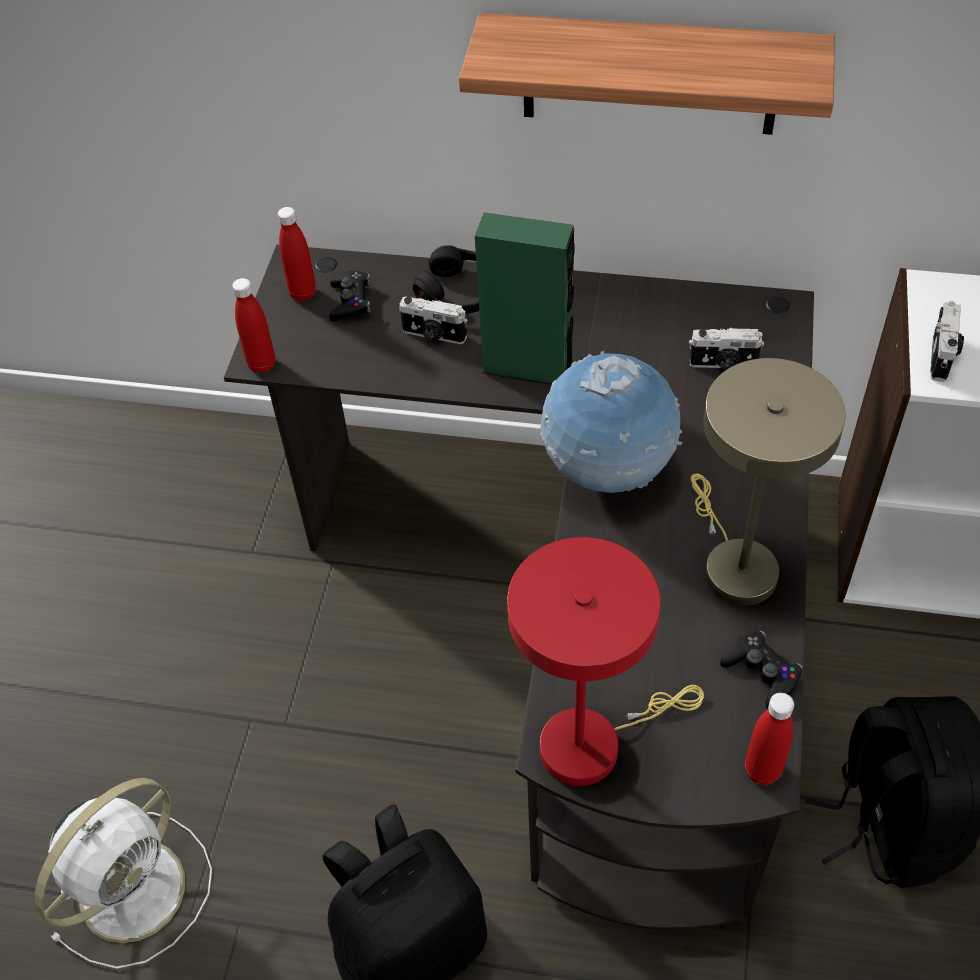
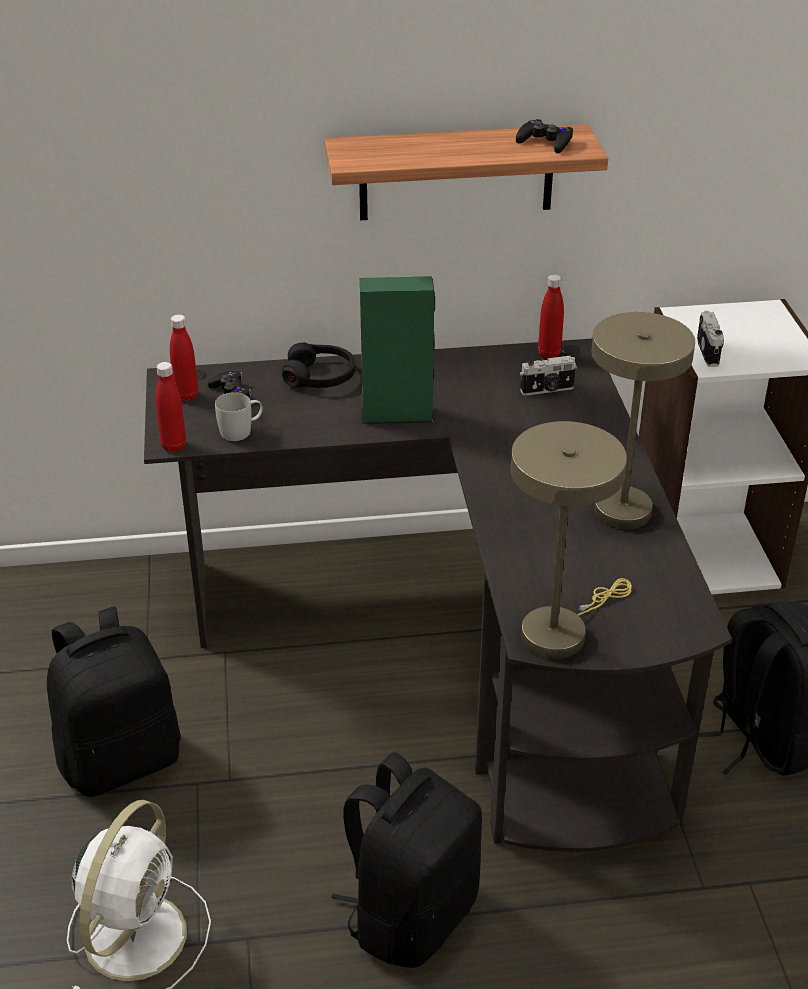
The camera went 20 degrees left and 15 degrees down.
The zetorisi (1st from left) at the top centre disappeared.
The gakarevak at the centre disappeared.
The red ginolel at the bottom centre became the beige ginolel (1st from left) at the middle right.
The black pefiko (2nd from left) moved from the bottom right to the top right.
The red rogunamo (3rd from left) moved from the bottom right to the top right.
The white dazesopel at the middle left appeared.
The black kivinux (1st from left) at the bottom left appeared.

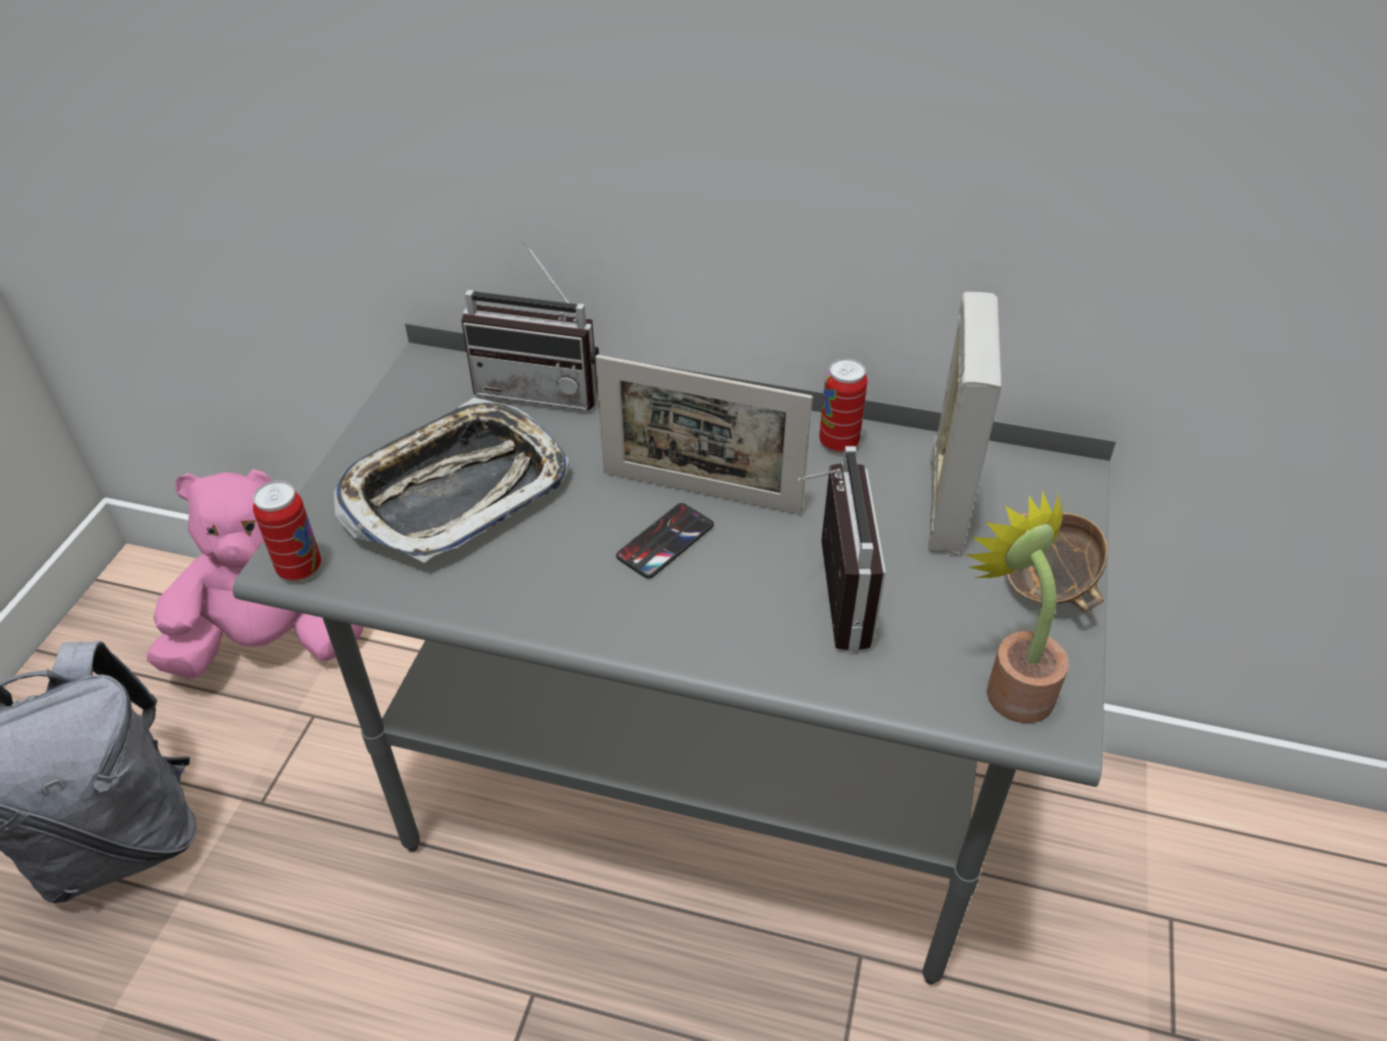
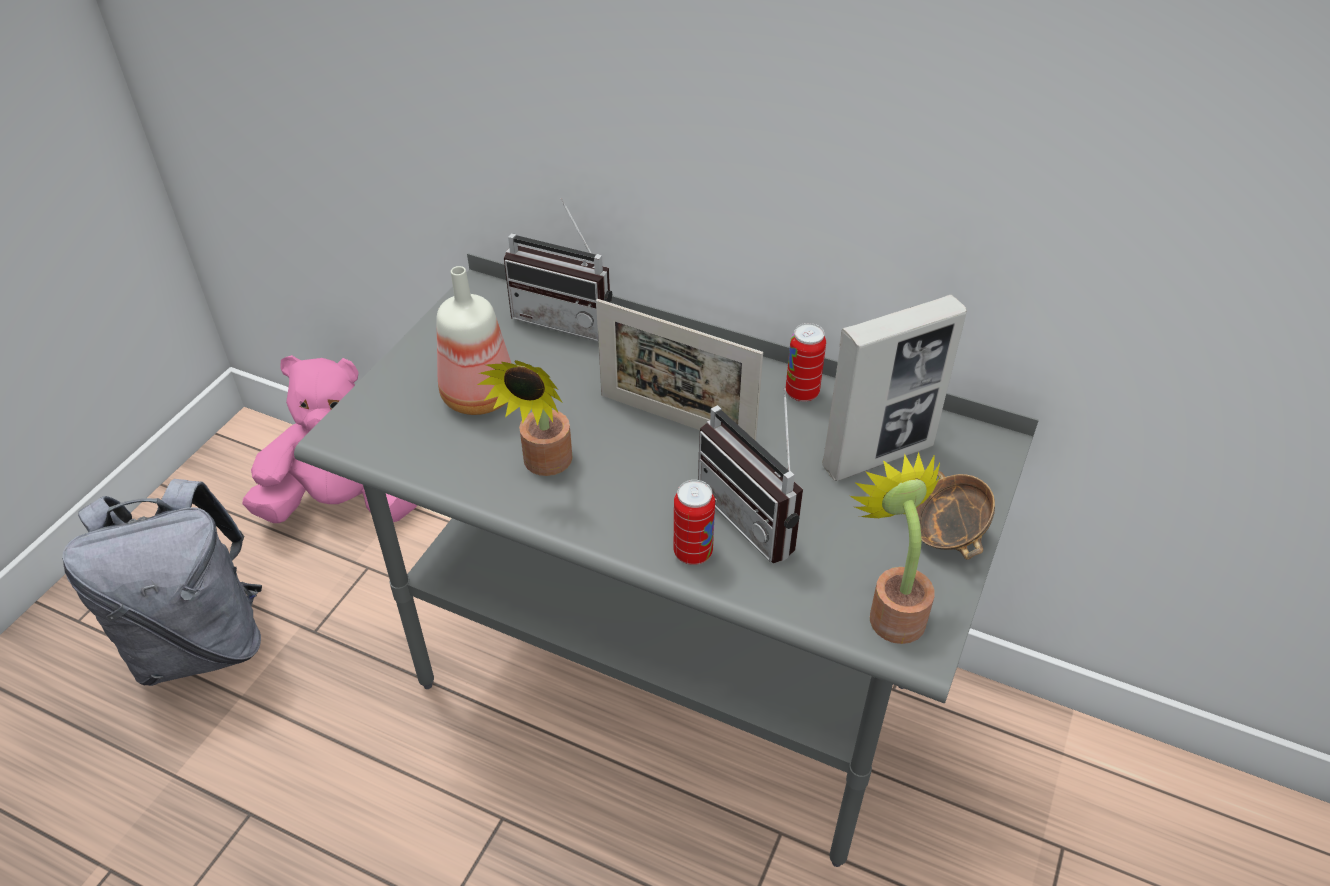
The camera went 10 degrees right and 0 degrees up.
The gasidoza (2nd from left) at the middle right turned 45 degrees clockwise.
The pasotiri at the middle left was replaced by the rogunamo at the centre.
The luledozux (2nd from left) at the centre turned 135 degrees clockwise.
The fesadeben (1st from left) moved from the middle left to the centre.
The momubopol at the centre disappeared.
The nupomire (1st from left) at the centre appeared.

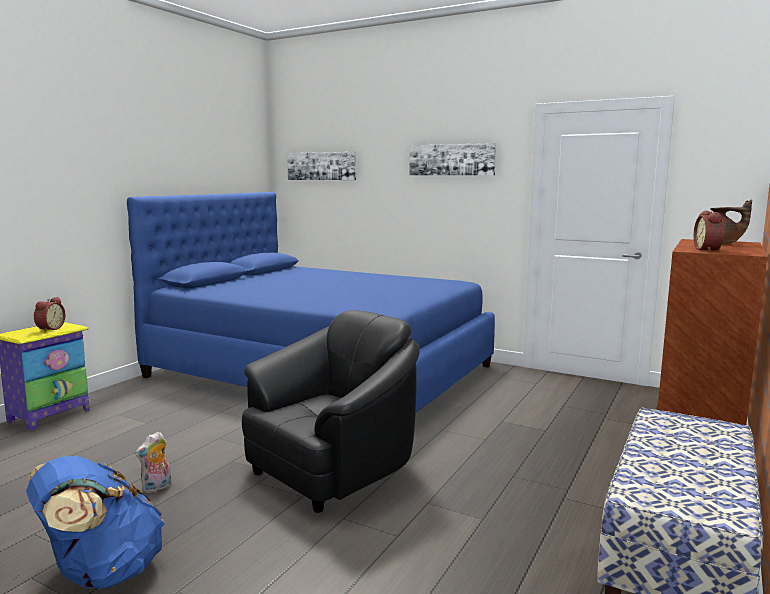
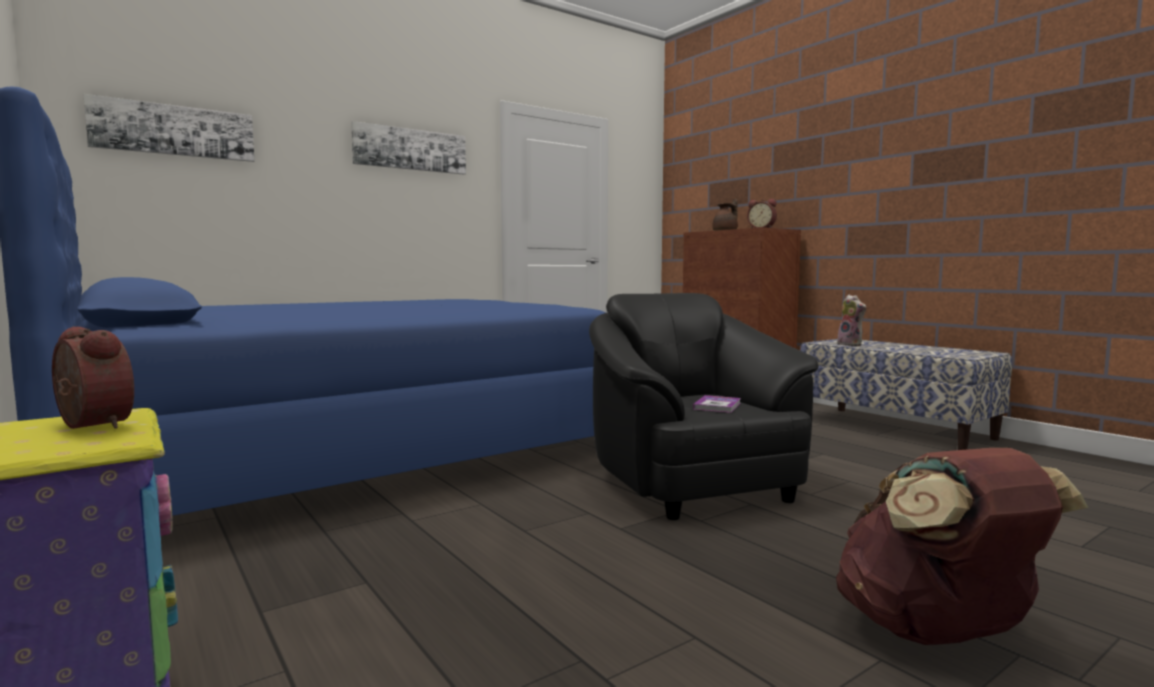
The camera went 65 degrees left and 5 degrees down.
The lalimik moved from the bottom left to the middle right.
The blue kivinux at the bottom left became the brown kivinux at the bottom right.
The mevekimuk at the centre appeared.

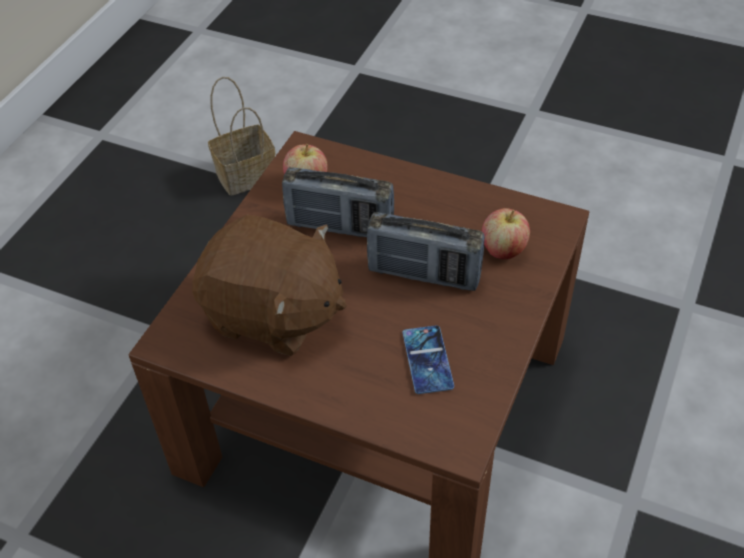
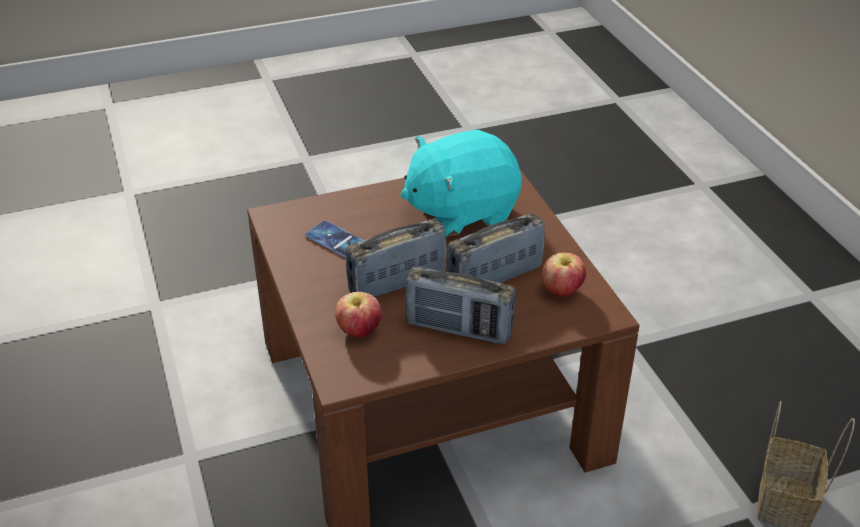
The camera went 135 degrees right and 10 degrees down.
The brown lalimik at the centre became the turquoise lalimik at the centre.
The luledozux (2nd from left) at the centre appeared.

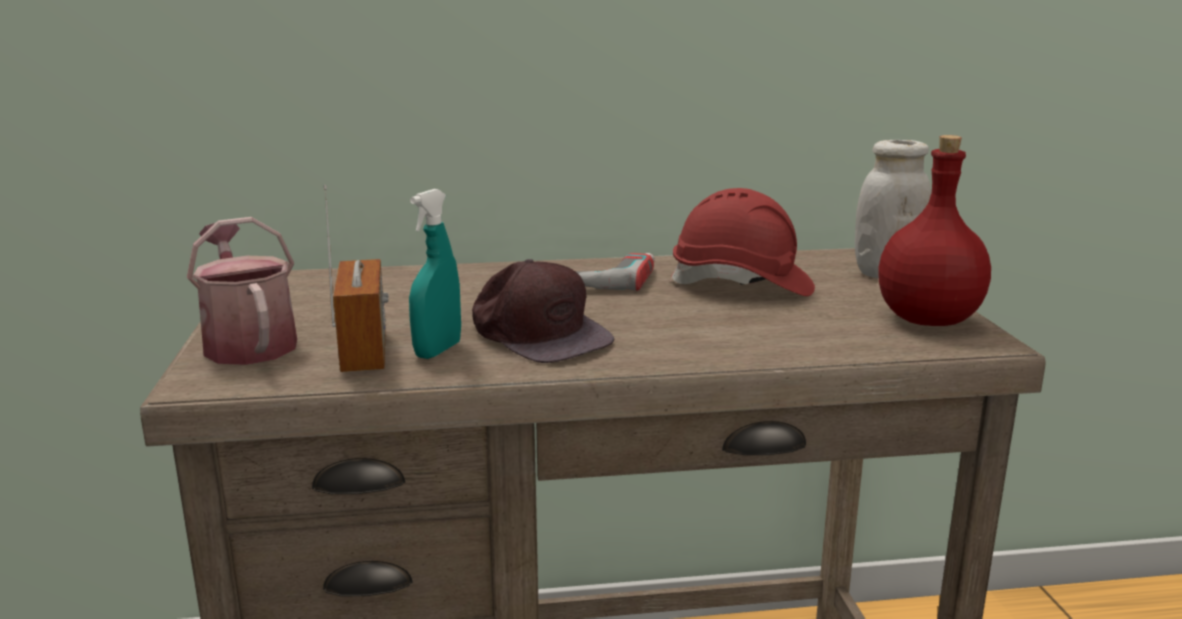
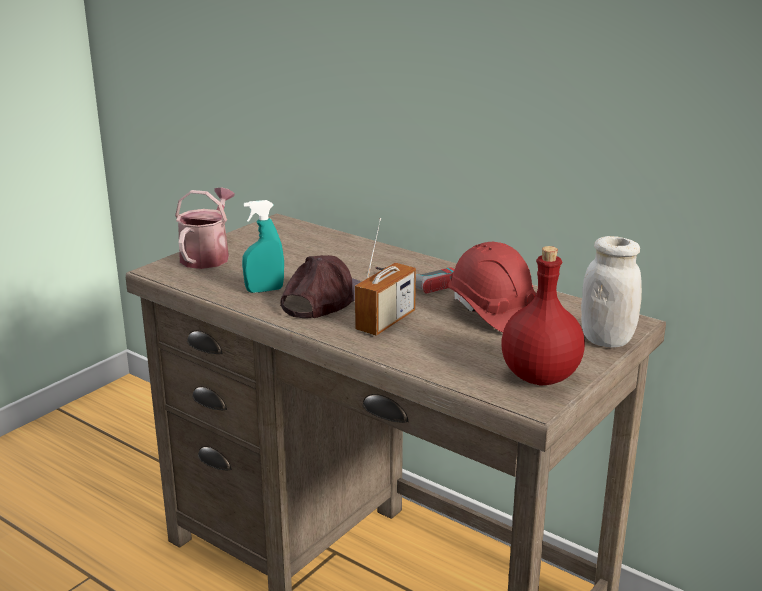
The camera went 45 degrees right and 5 degrees up.
The luledozux moved from the middle left to the centre.
The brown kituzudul at the centre turned 150 degrees counterclockwise.

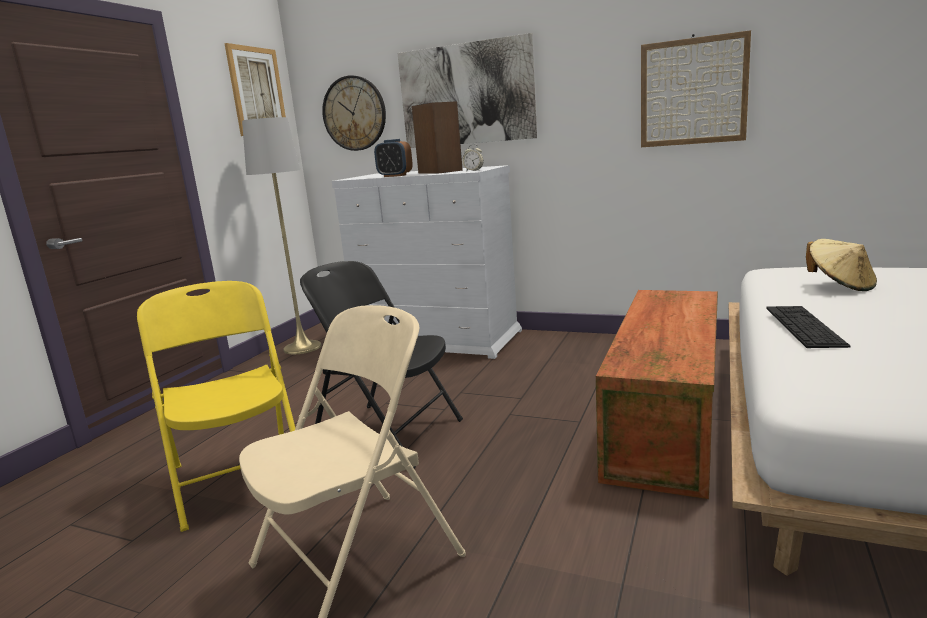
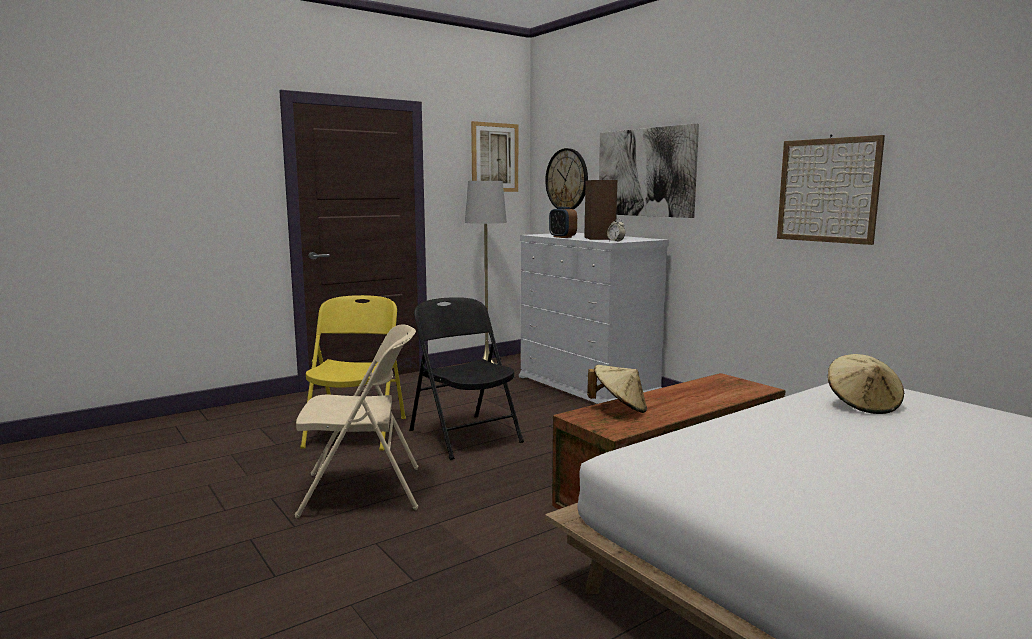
The camera went 30 degrees right and 5 degrees down.
The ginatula at the middle right disappeared.
The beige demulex (1st from left) at the centre appeared.

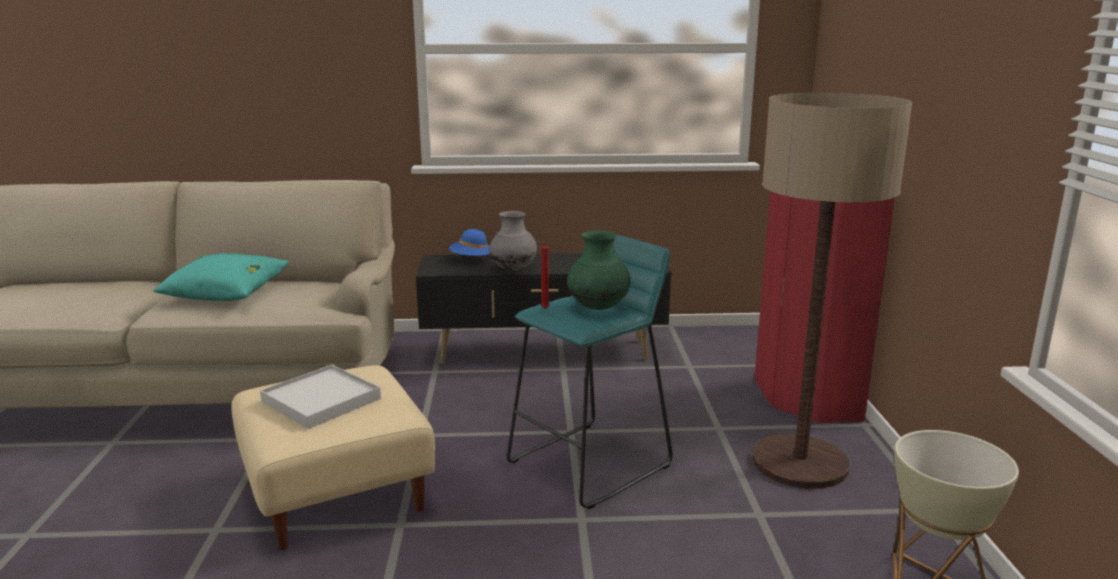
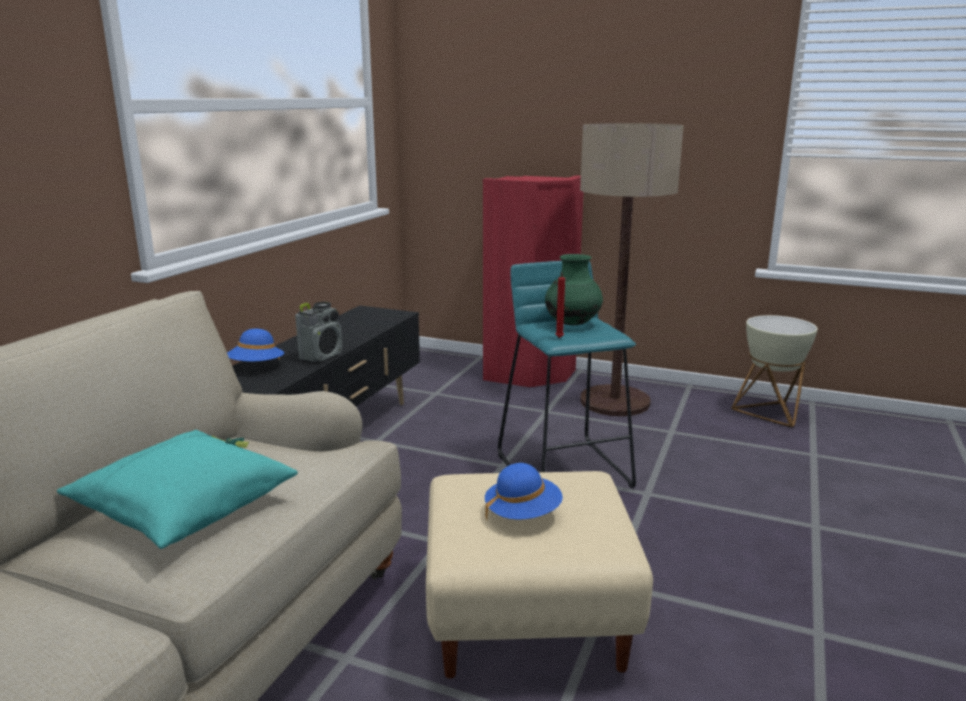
The camera went 65 degrees left and 0 degrees up.
The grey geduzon at the centre was replaced by the luledozux at the middle left.
The white pasotiri at the bottom left was replaced by the blue demulex (2nd from left) at the bottom centre.

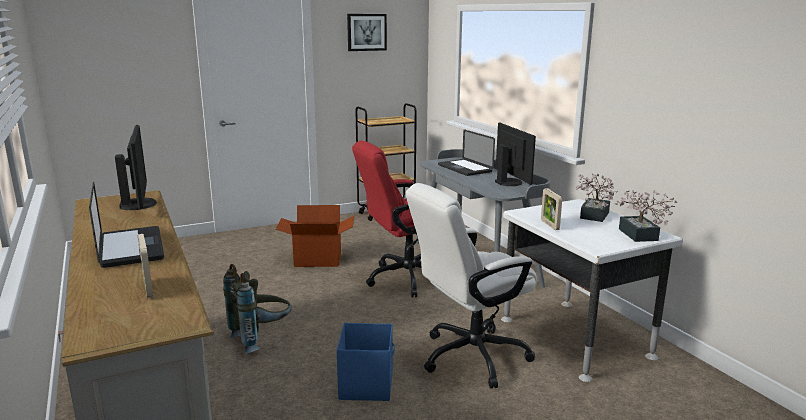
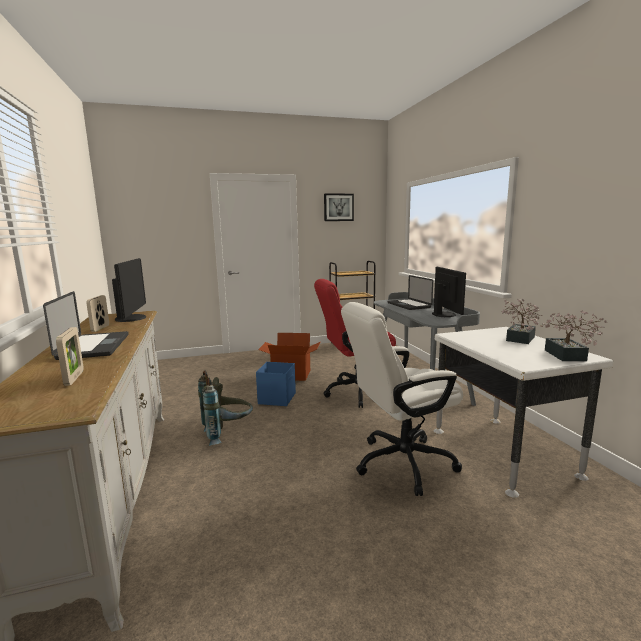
The camera went 10 degrees right and 5 degrees down.
The gasidoza (2nd from left) moved from the middle right to the middle left.
The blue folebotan moved from the bottom centre to the centre.

